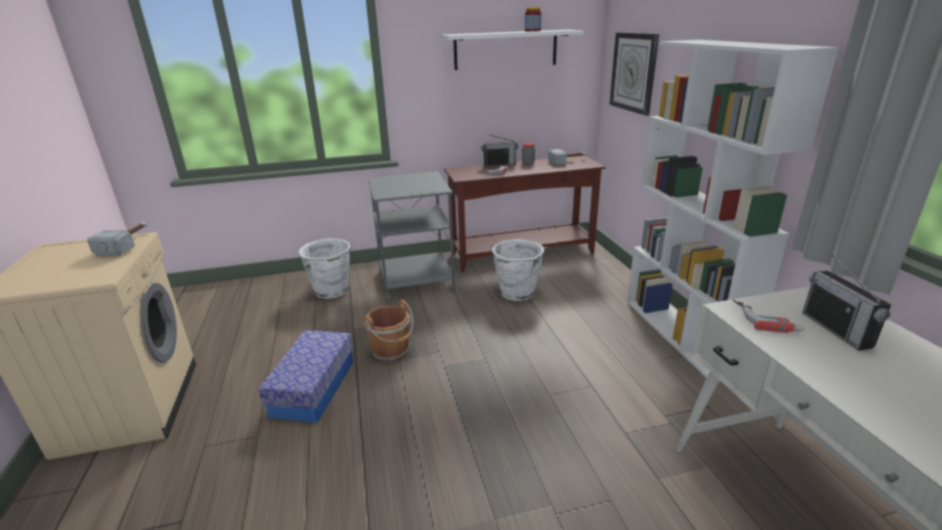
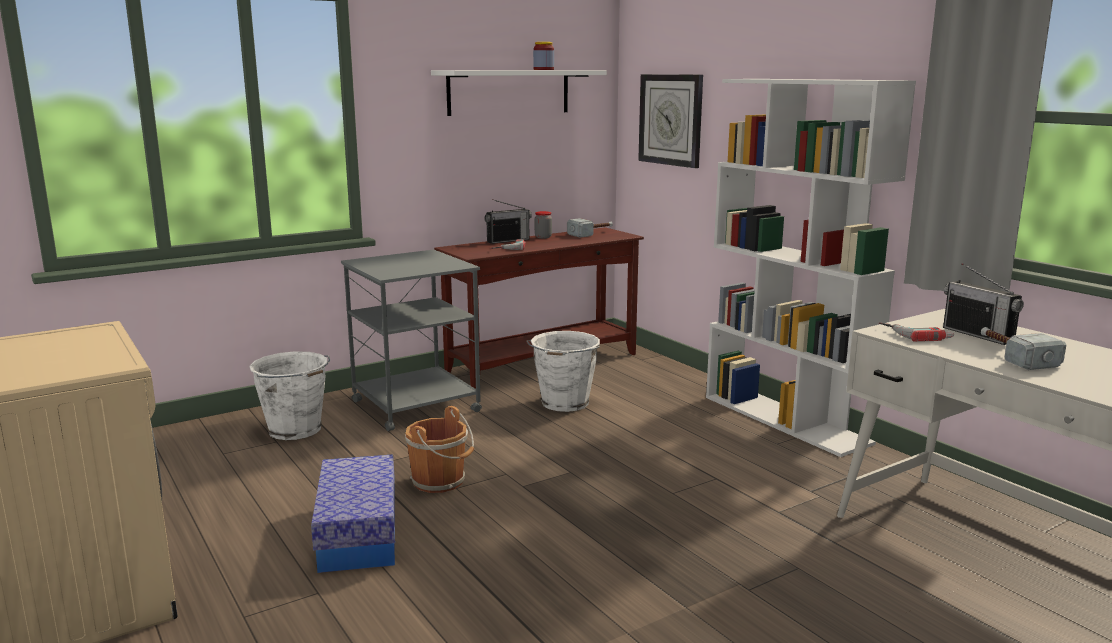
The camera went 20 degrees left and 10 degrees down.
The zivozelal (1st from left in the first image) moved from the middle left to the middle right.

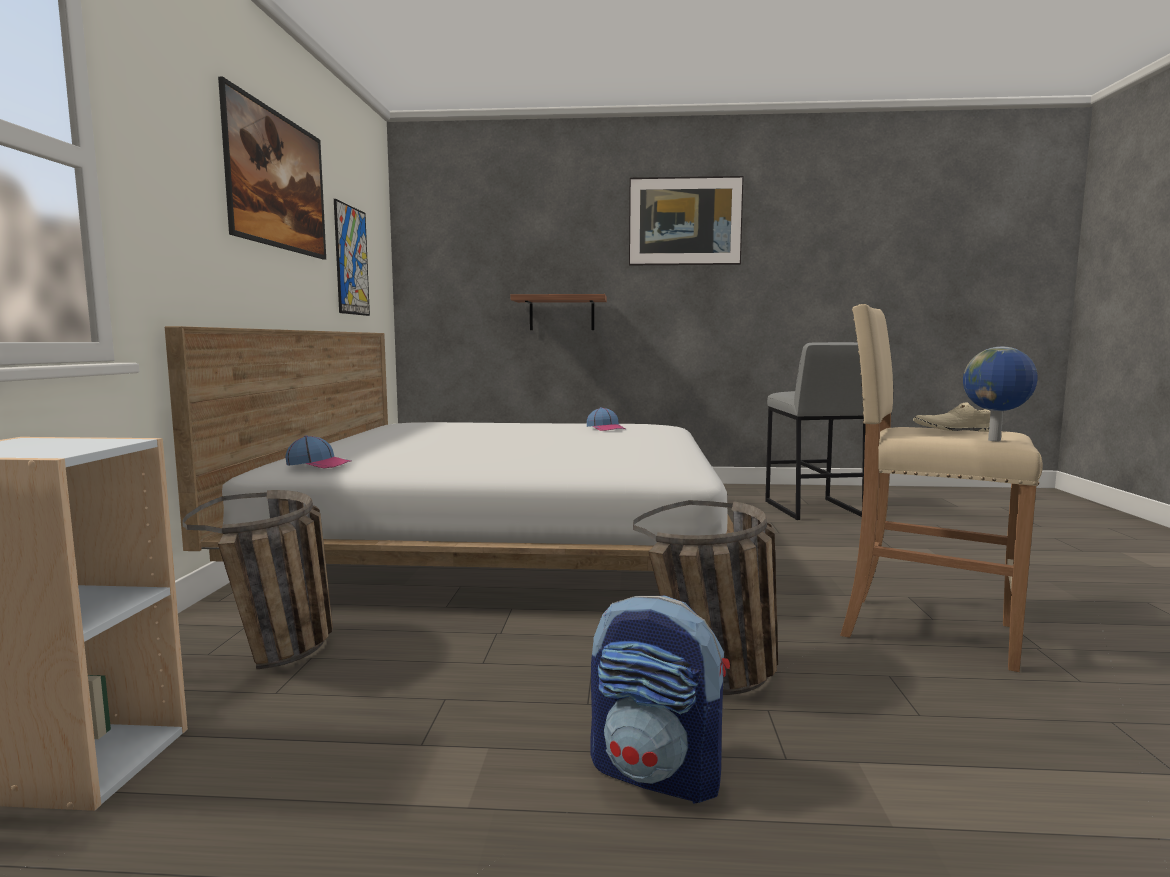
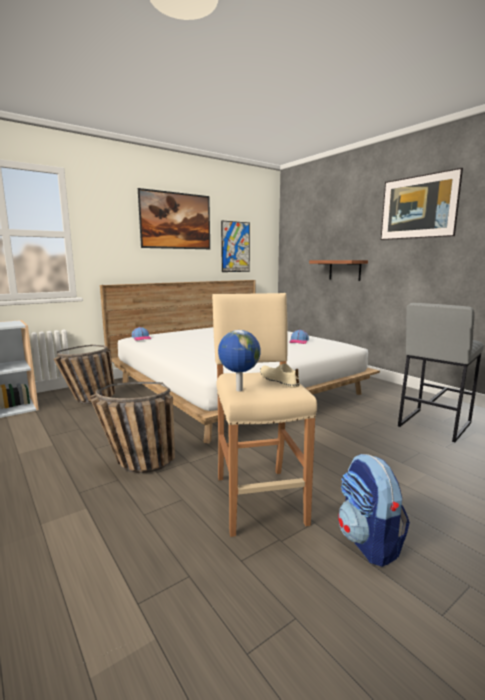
The camera went 50 degrees right and 5 degrees up.
The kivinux moved from the bottom centre to the bottom right.

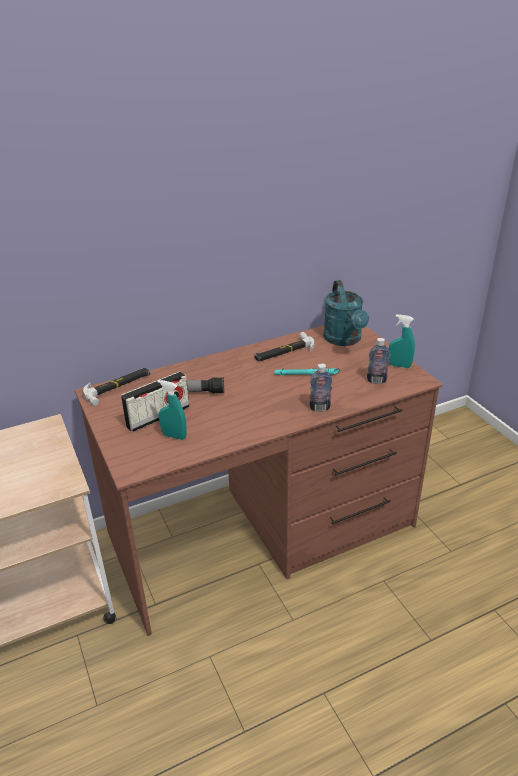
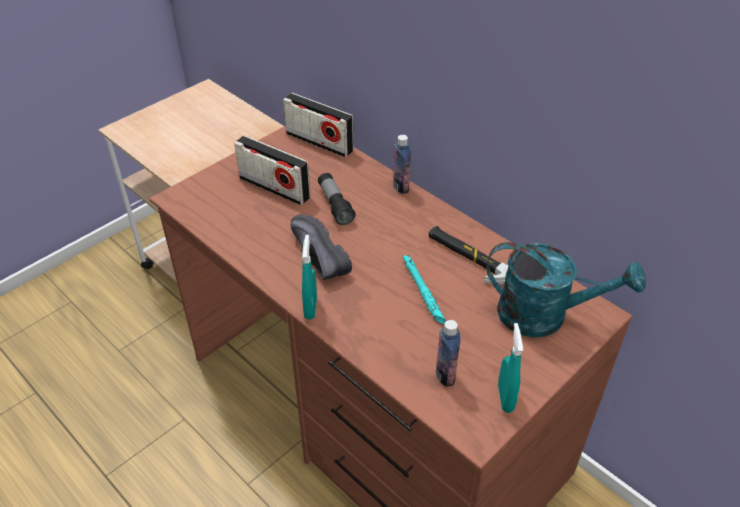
The camera went 70 degrees right and 10 degrees up.
The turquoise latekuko at the middle right turned 135 degrees counterclockwise.
The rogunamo (1st from left) moved from the centre to the top centre.
The zivozelal (1st from left) at the middle left was replaced by the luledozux (2nd from left) at the top centre.
The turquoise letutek (1st from left) moved from the middle left to the centre.
The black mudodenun at the centre appeared.

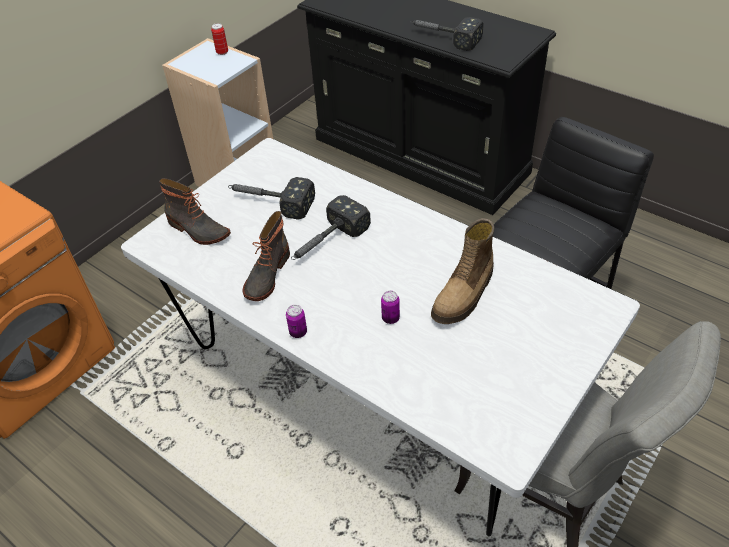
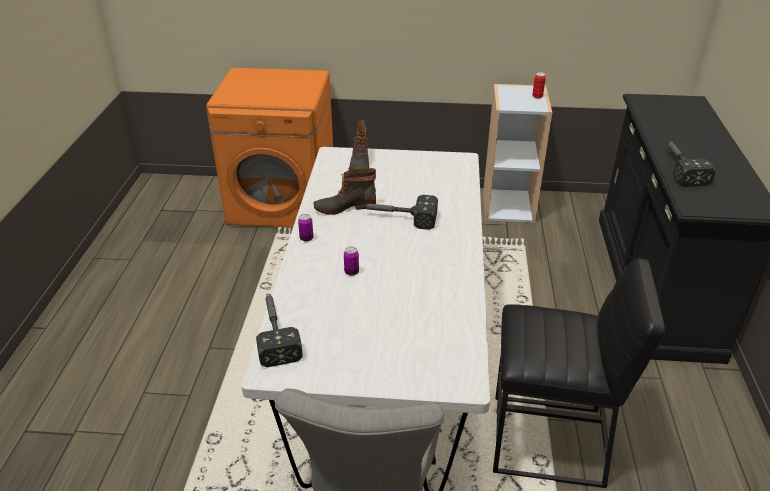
The camera went 55 degrees right and 10 degrees down.
The zivozelal (1st from left) moved from the centre to the bottom centre.
The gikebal (3rd from left) at the centre disappeared.

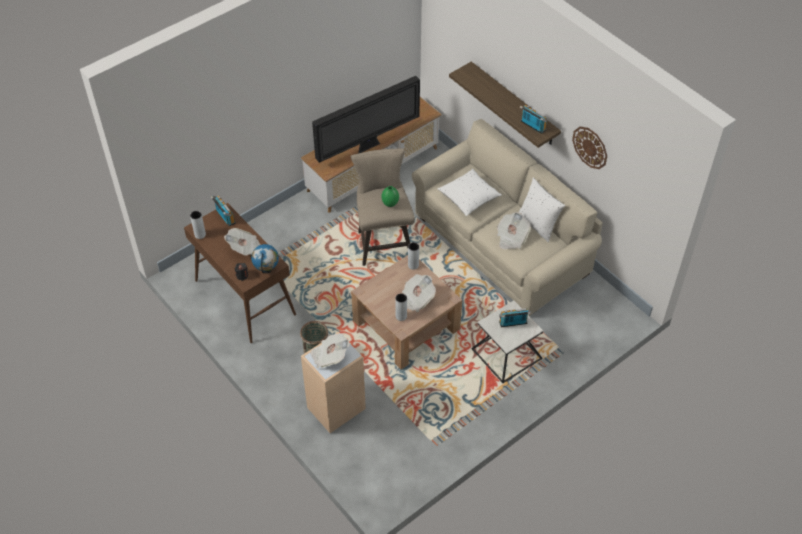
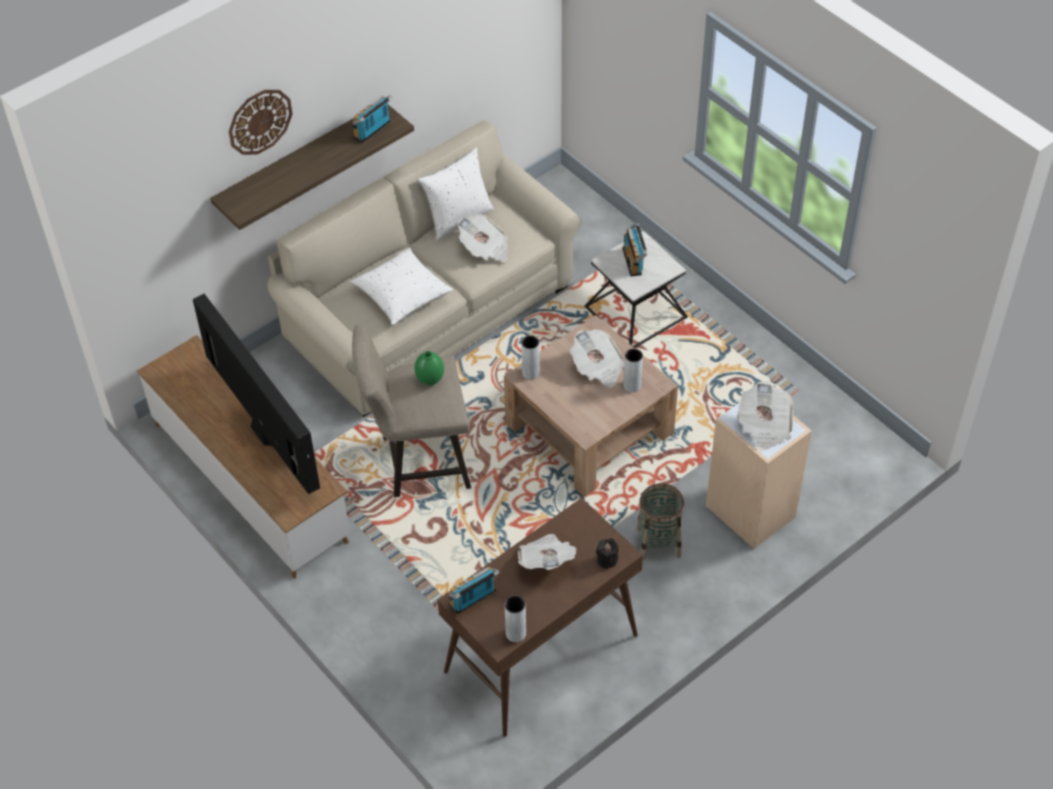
The camera went 90 degrees left and 0 degrees up.
The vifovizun moved from the top right to the top left.
The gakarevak at the middle left disappeared.

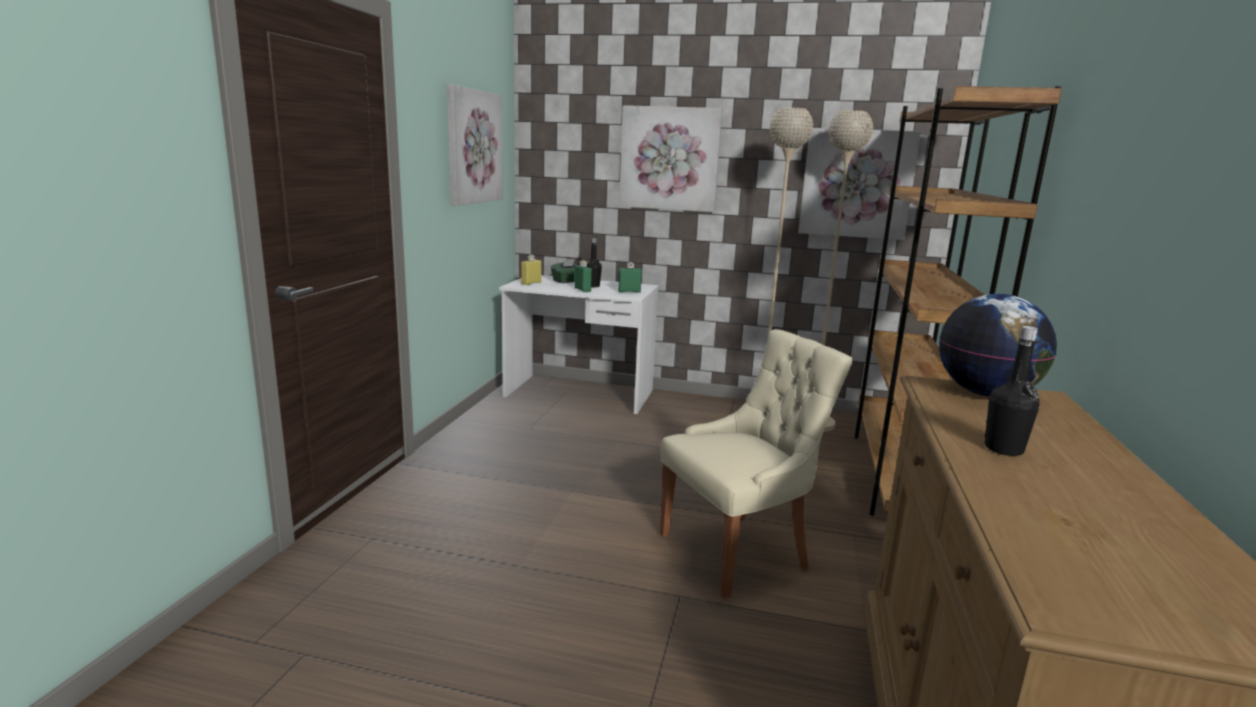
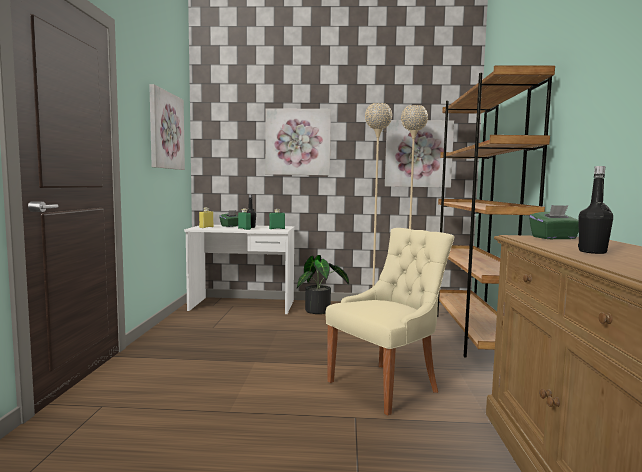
The camera went 10 degrees left and 10 degrees down.
The gakarevak at the middle right was replaced by the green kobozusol (2nd from left) at the middle right.
The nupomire at the centre appeared.

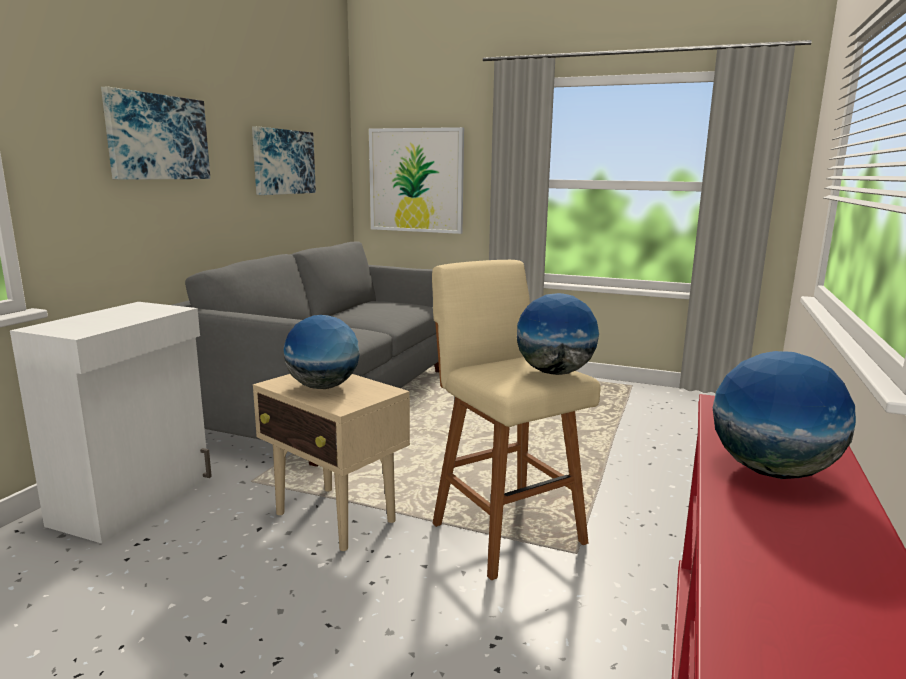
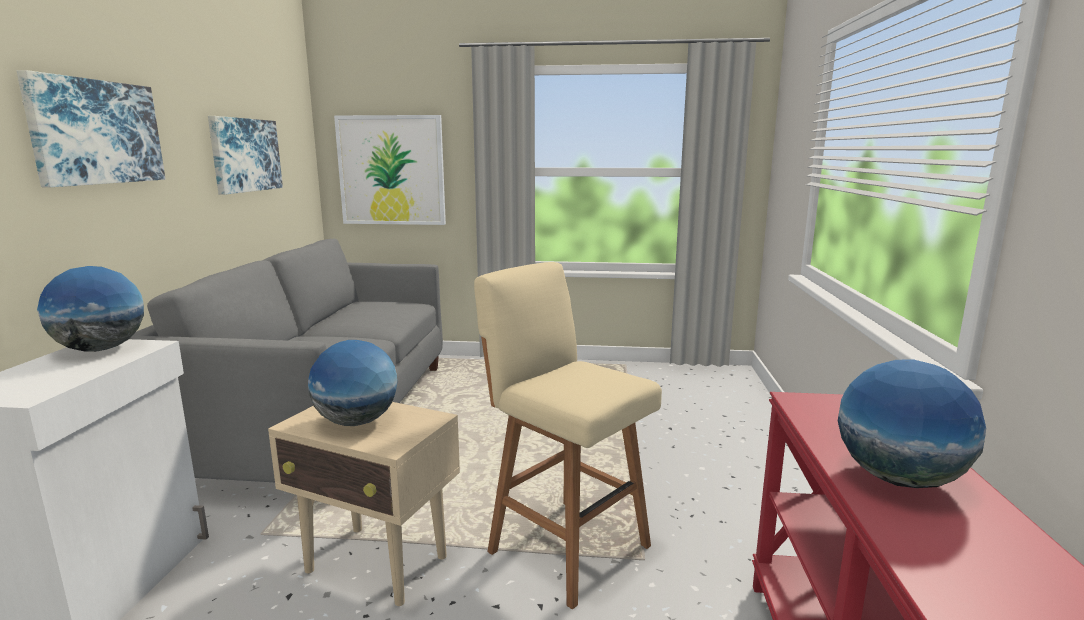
The camera went 15 degrees left and 0 degrees up.
The gakarevak (2nd from left in the first image) moved from the centre to the middle left.

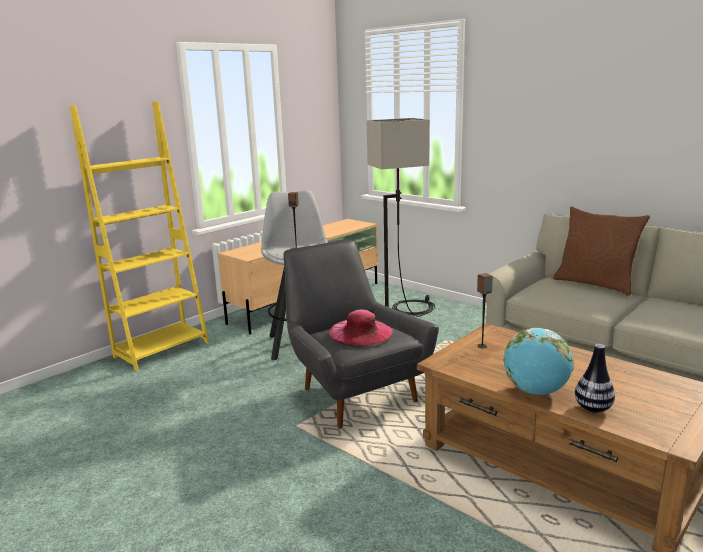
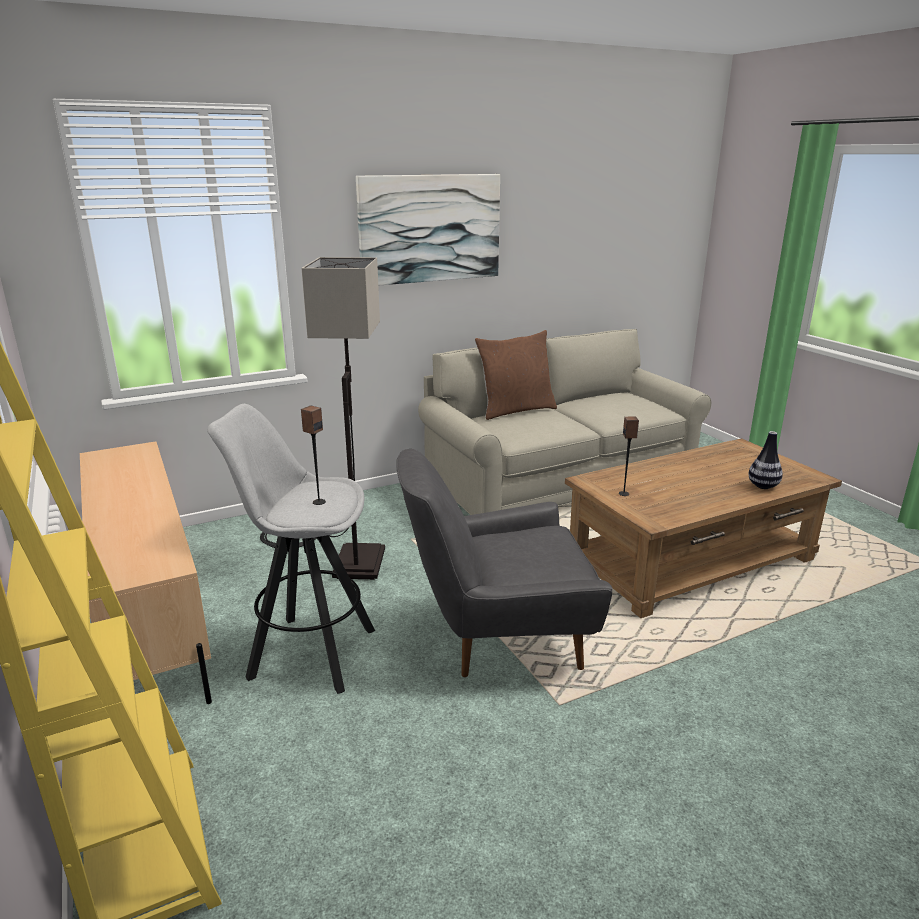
The camera went 70 degrees left and 5 degrees up.
The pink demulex at the centre disappeared.
The gakarevak at the middle right disappeared.
The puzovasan at the top centre appeared.

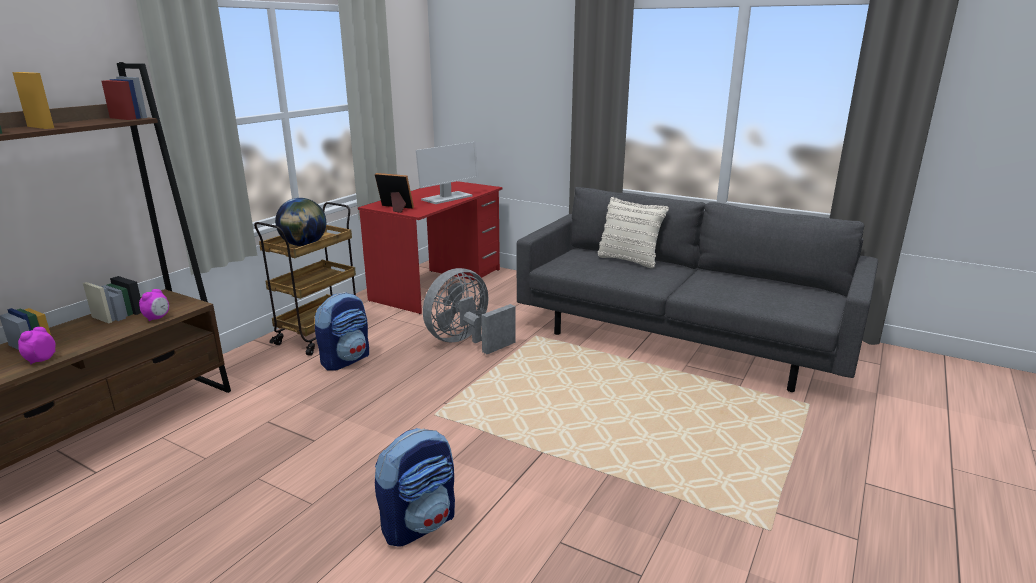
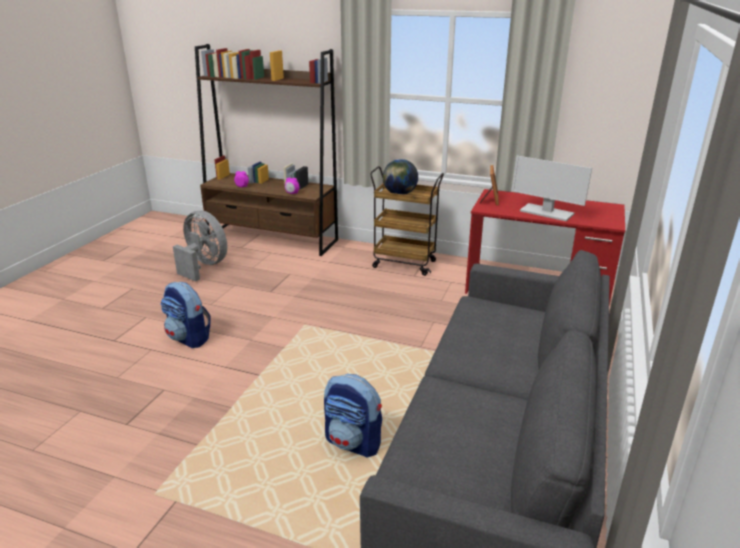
The camera went 80 degrees right and 5 degrees up.
The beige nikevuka at the centre disappeared.
The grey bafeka moved from the centre to the middle left.
The kivinux (1st from left in the first image) moved from the middle left to the bottom centre.

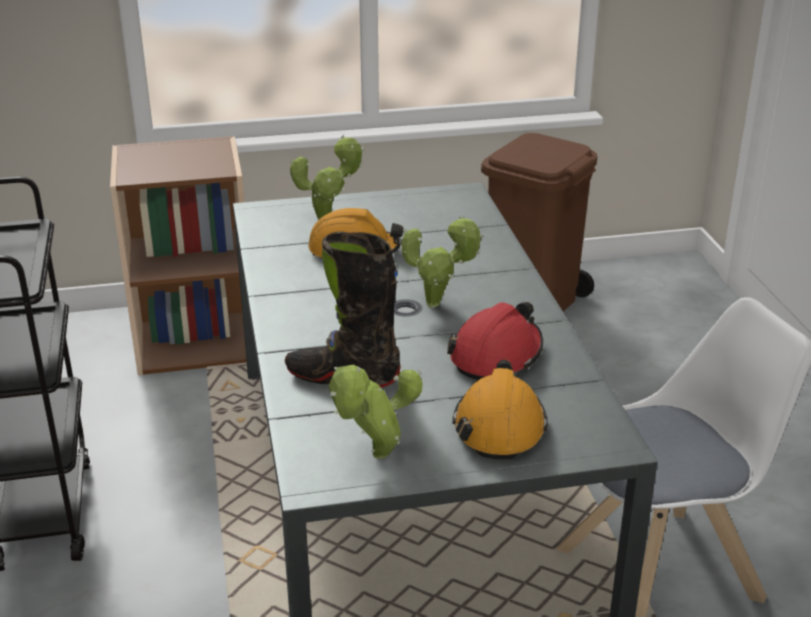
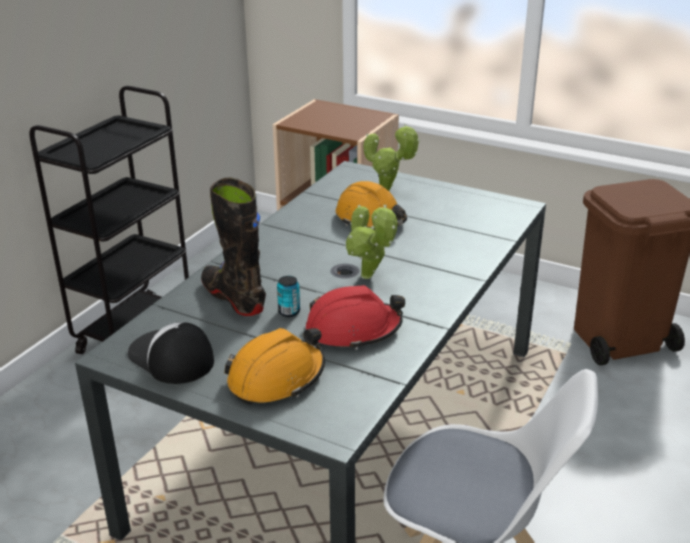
The camera went 40 degrees right and 0 degrees up.
The nupomire (2nd from left) at the bottom centre was replaced by the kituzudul at the middle left.
The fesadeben at the centre appeared.

